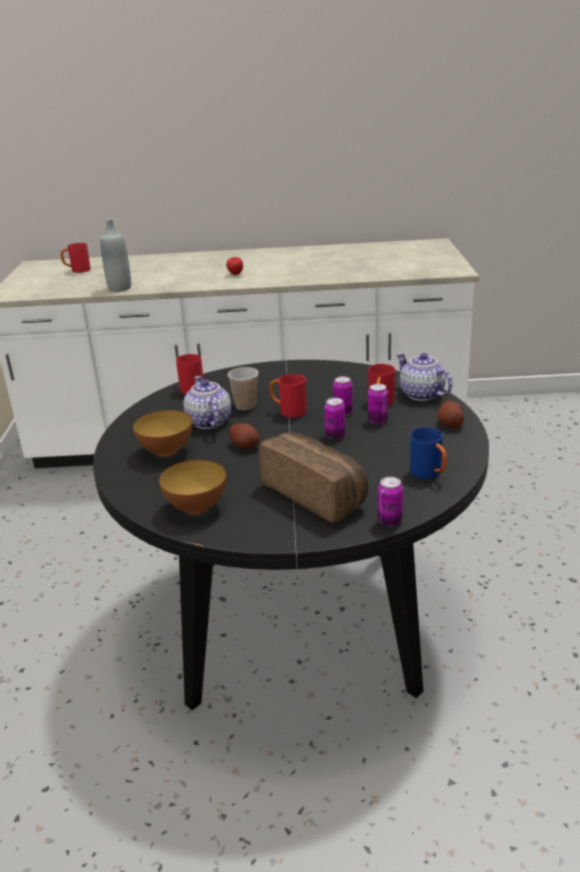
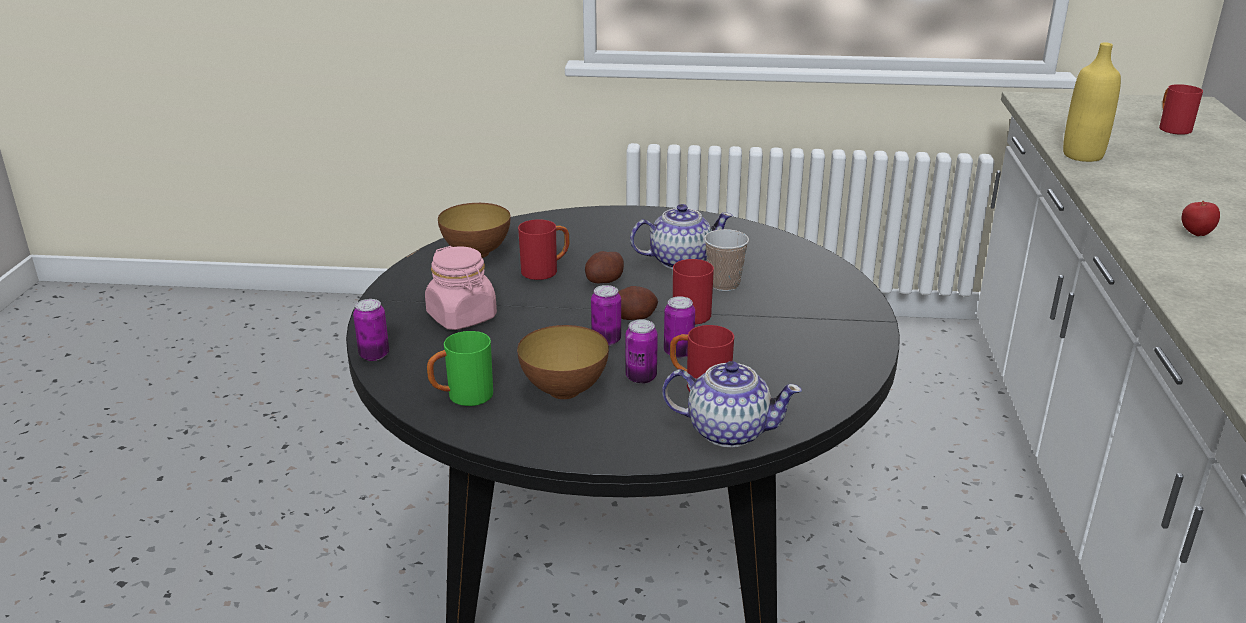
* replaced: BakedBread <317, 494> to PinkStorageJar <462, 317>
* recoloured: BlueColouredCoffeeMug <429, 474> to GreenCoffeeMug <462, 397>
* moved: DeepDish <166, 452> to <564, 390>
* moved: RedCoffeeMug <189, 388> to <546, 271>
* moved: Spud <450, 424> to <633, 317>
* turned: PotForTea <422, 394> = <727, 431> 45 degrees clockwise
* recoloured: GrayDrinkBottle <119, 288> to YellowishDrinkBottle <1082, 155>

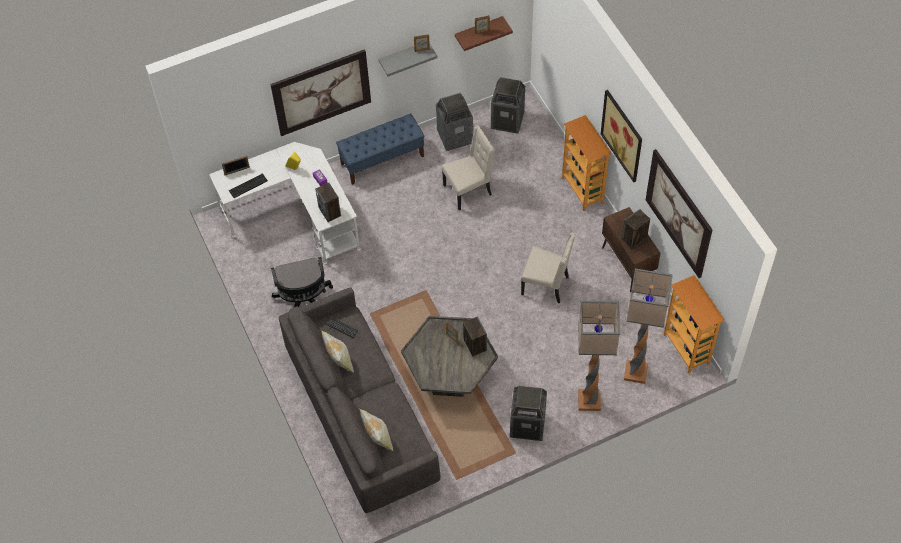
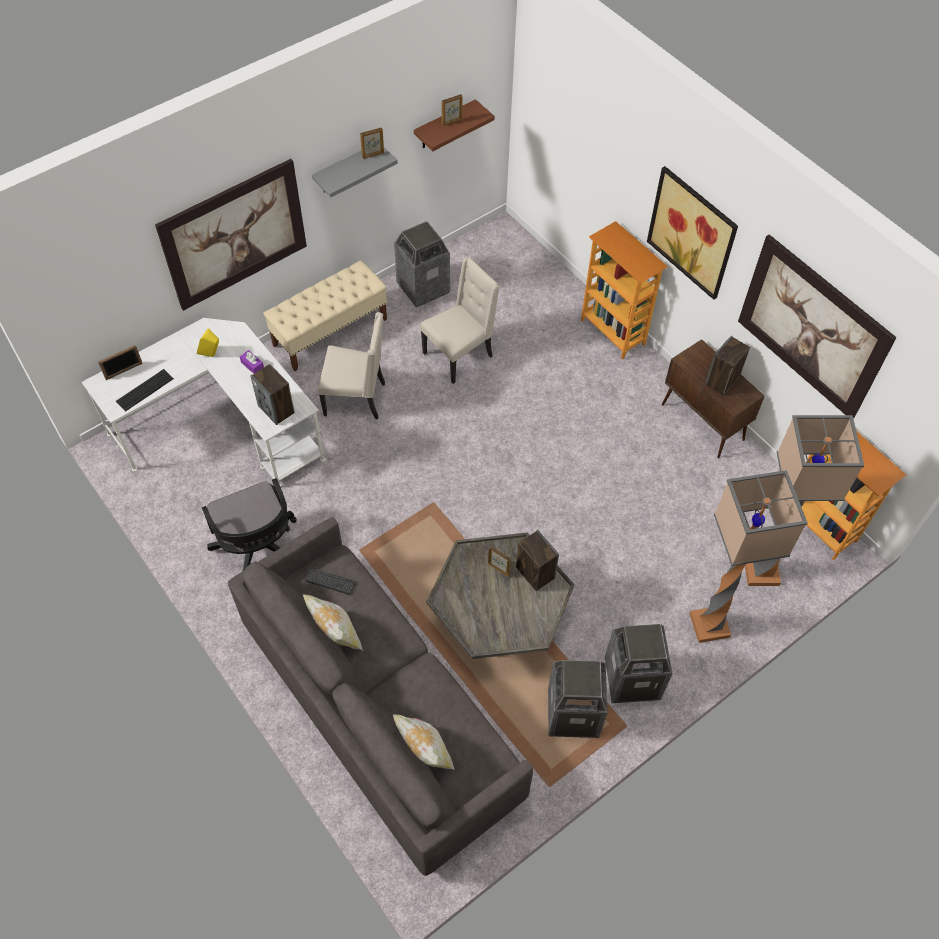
* recoloured: BlueColouredBench <382, 160> to SandColouredBench <330, 332>
* moved: SandColouredPlainChair <546, 285> to <356, 398>
* moved: RubbishBin <507, 120> to <573, 713>

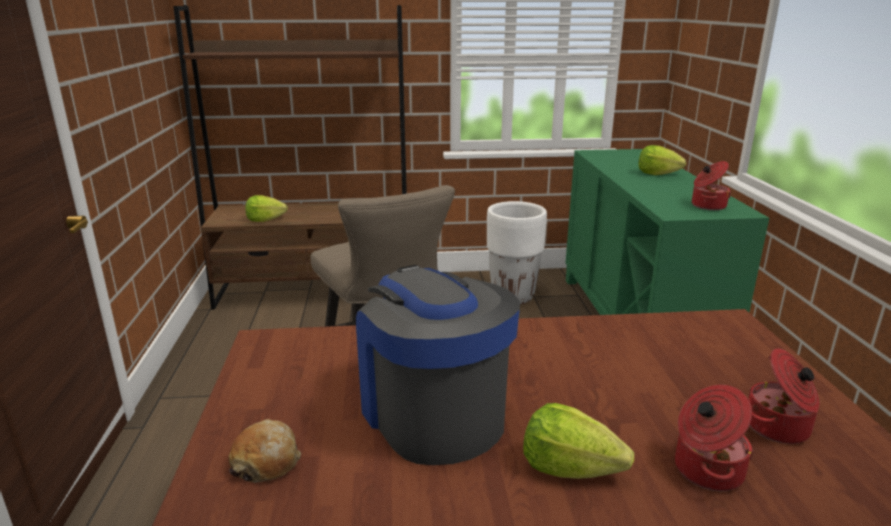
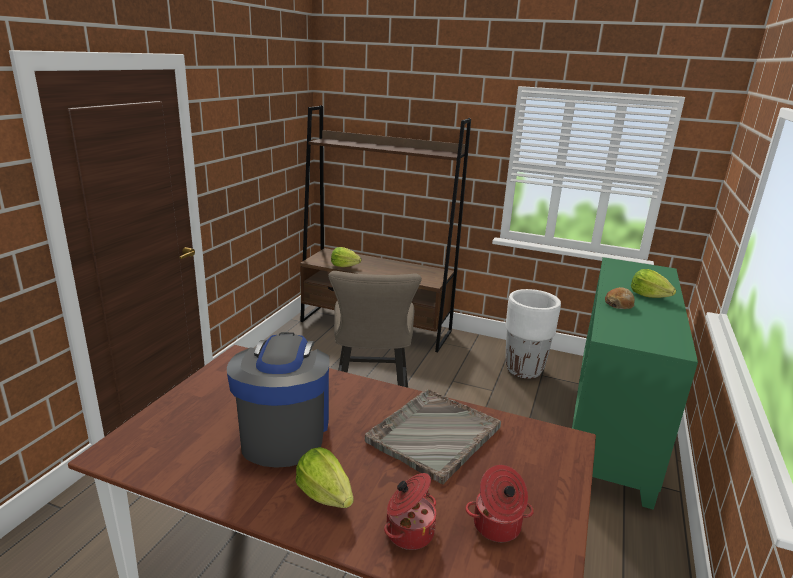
* added: GrayTray <433, 435>
* moved: BakedBread <266, 461> to <619, 304>
* removed: CookingPot <707, 205>

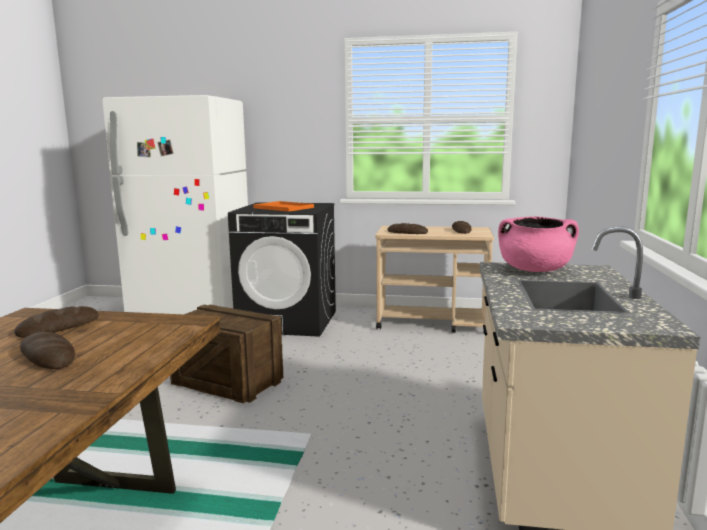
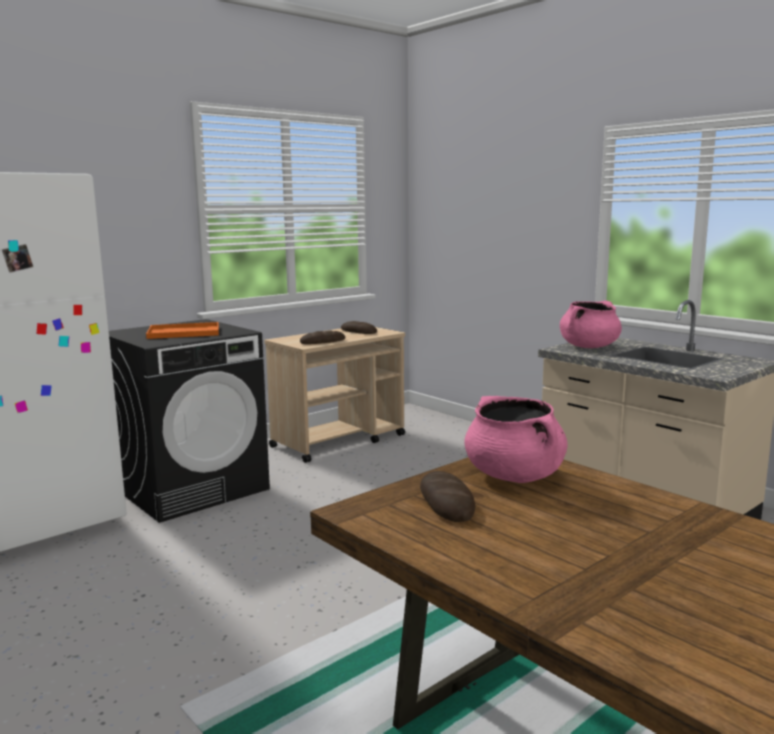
* added: PinkCookingPot <515, 476>
* removed: BakedBread <48, 356>
* removed: Crate <228, 382>

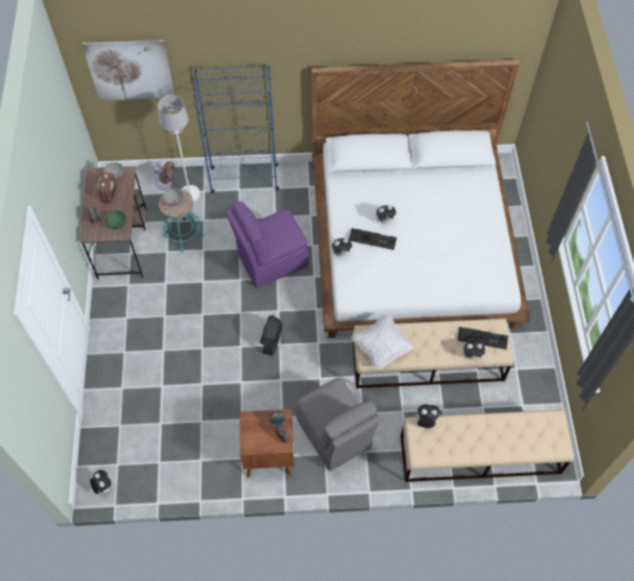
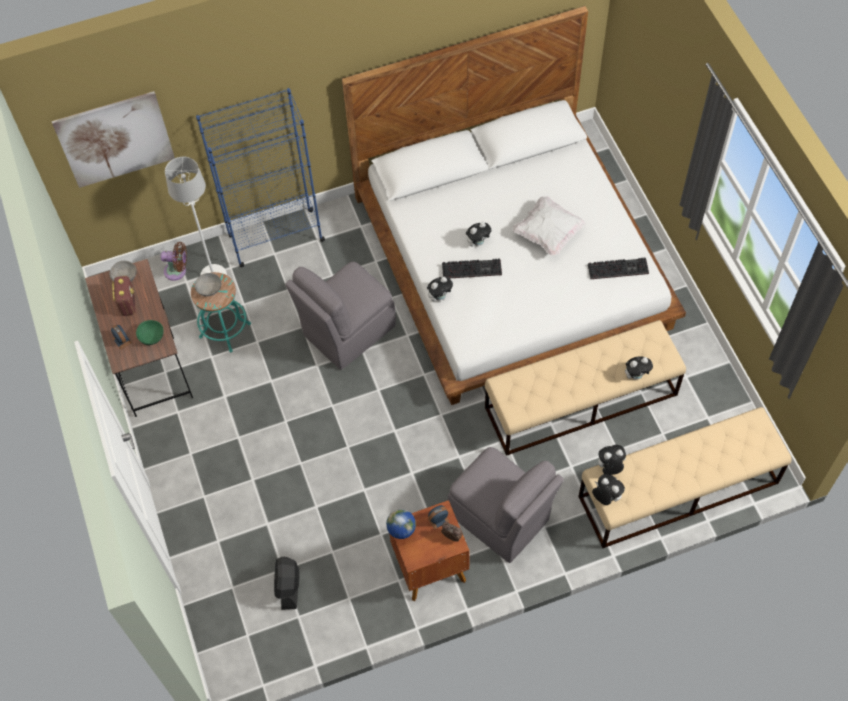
* moved: BlackishFan <272, 340> to <289, 587>
* recoloured: PurpleColouredPlainChair <271, 261> to GrayPlainChair <347, 331>
* added: DeskGlobe <402, 535>
* moved: WhitePillow <382, 347> to <548, 233>
* moved: Keyboard <483, 338> to <619, 268>
* moved: SoftToy <103, 486> to <605, 497>

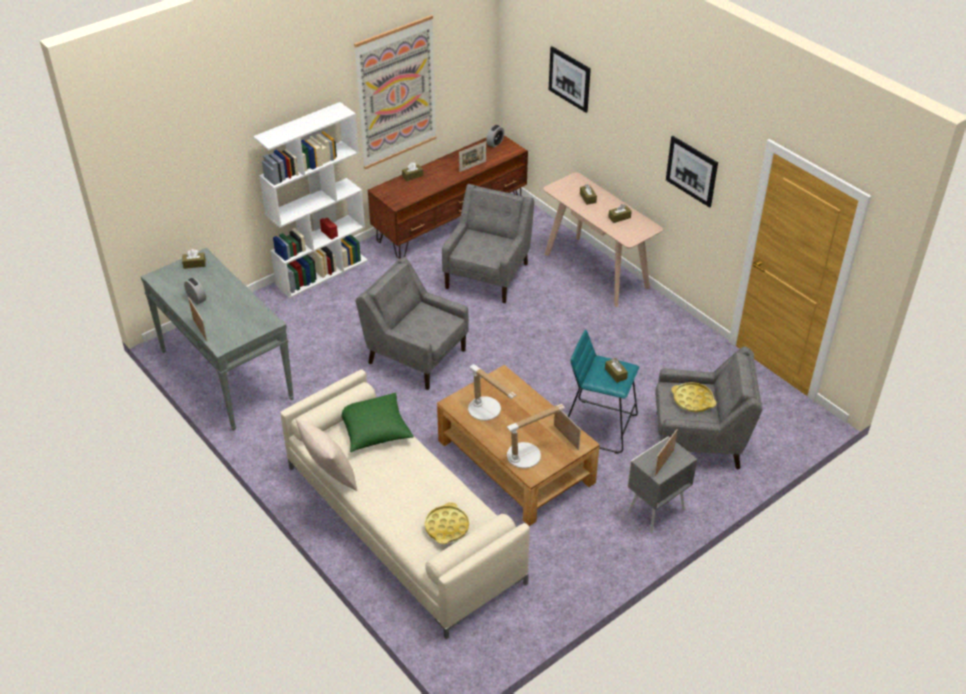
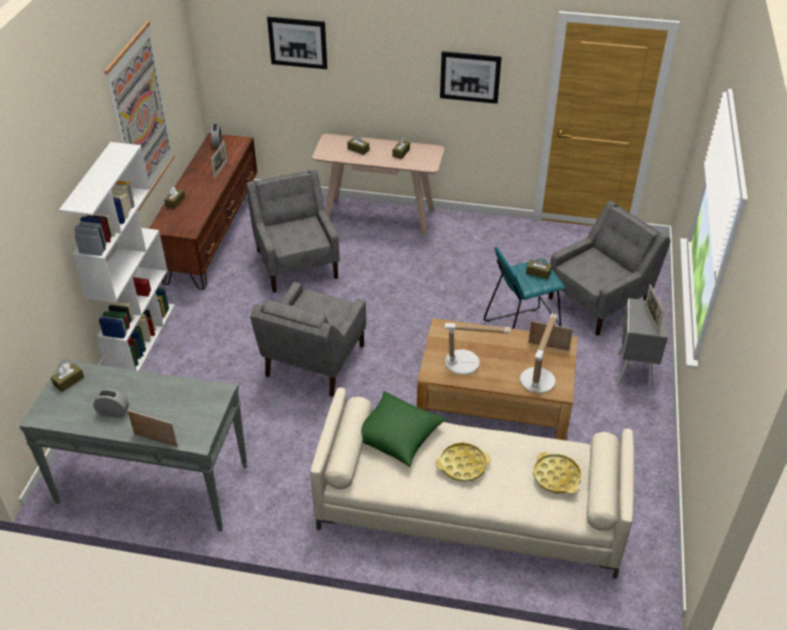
* turned: GrayArmchair <416, 355> = <314, 361> 60 degrees counterclockwise
* moved: YellowishTray <693, 400> to <462, 465>
* removed: SandColouredPillow <329, 475>

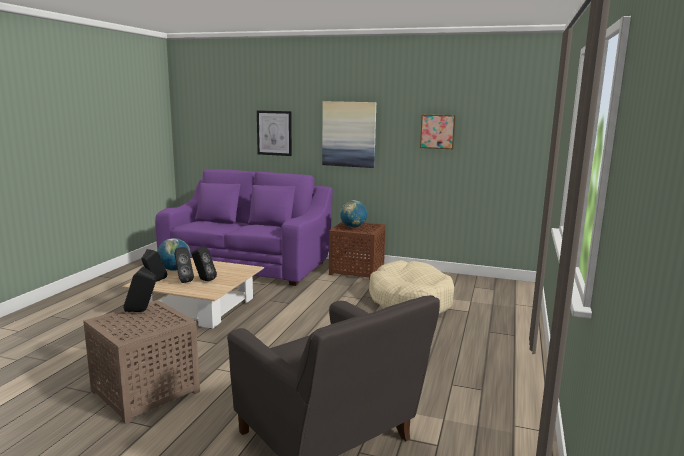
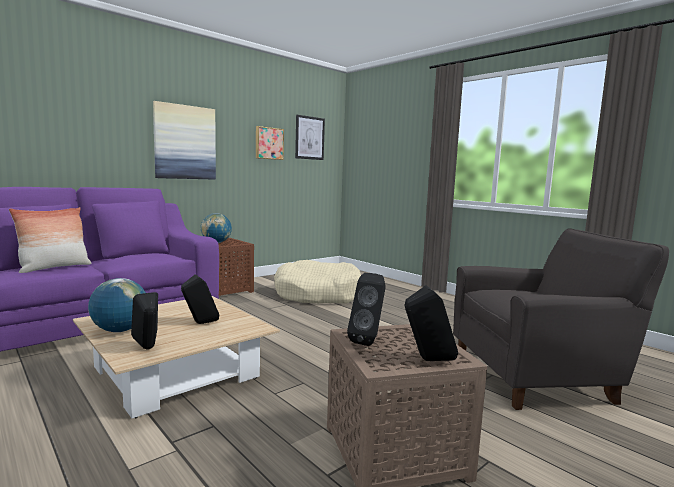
* added: Pillow <54, 268>
* moved: WallPicture <274, 133> to <309, 138>
* moved: BlackishAudioSpeaker <183, 281> to <427, 360>

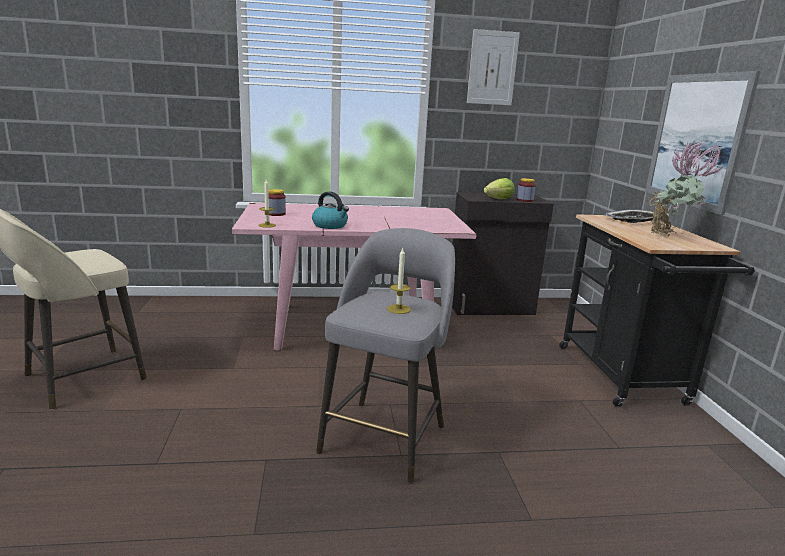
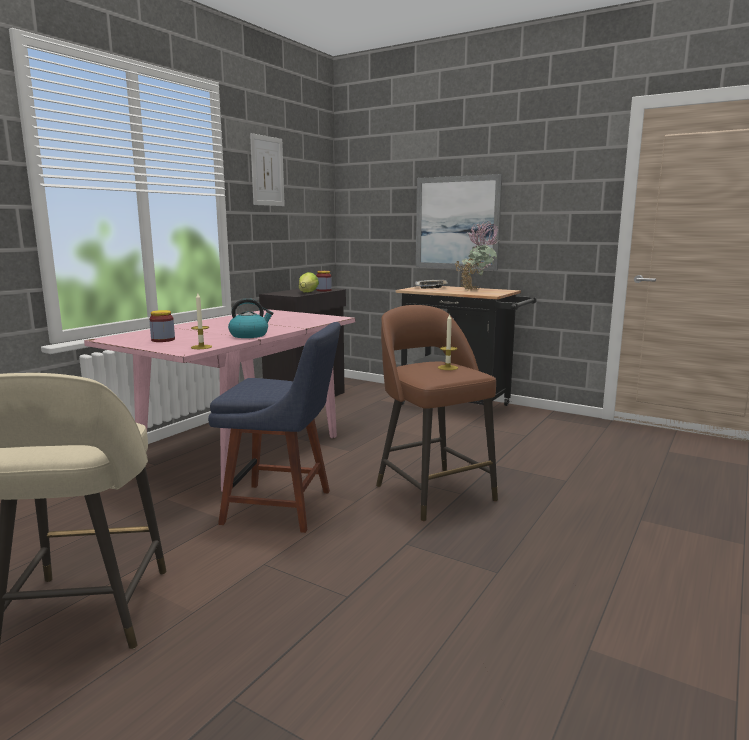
* added: BlueColouredPlainChair <283, 507>
* recoloured: GrayStoolSeat <385, 436> to BrownStoolSeat <433, 491>

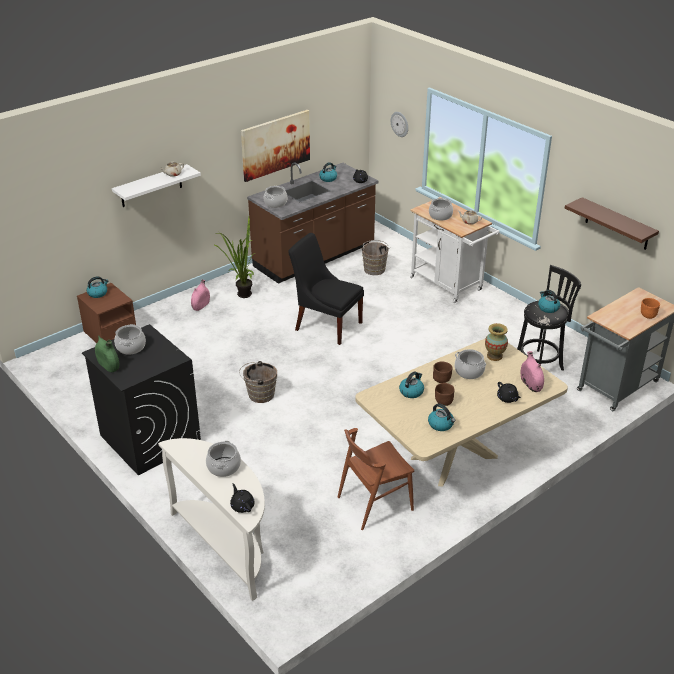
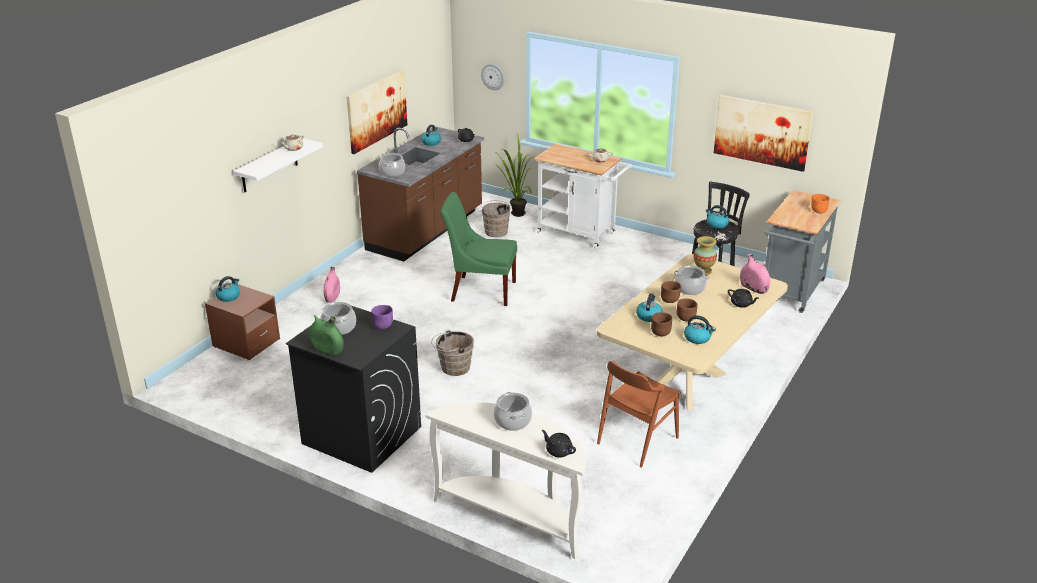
* added: PurpleColouredDeepDish <383, 326>
* recoloured: BlackishPlainChair <326, 325> to GreenPlainChair <480, 290>
* moved: Houseplant <241, 294> to <514, 214>
* added: BrownDeepDish <660, 333>
* replaced: BrownWallShelf <617, 224> to WallPicture <762, 132>
* removed: CookingPot <440, 216>

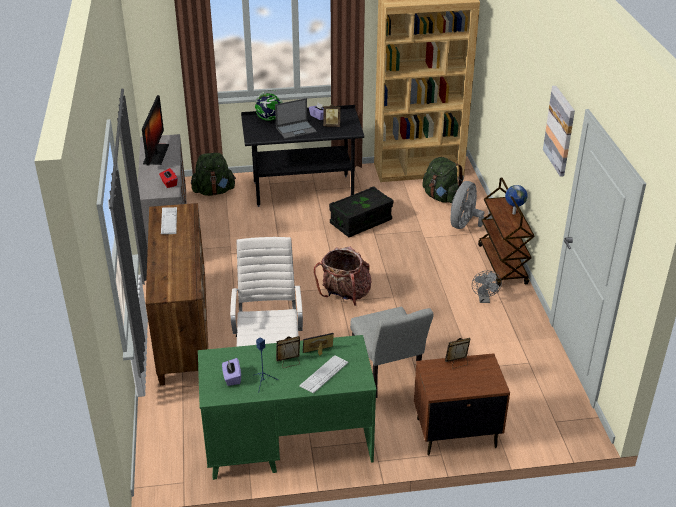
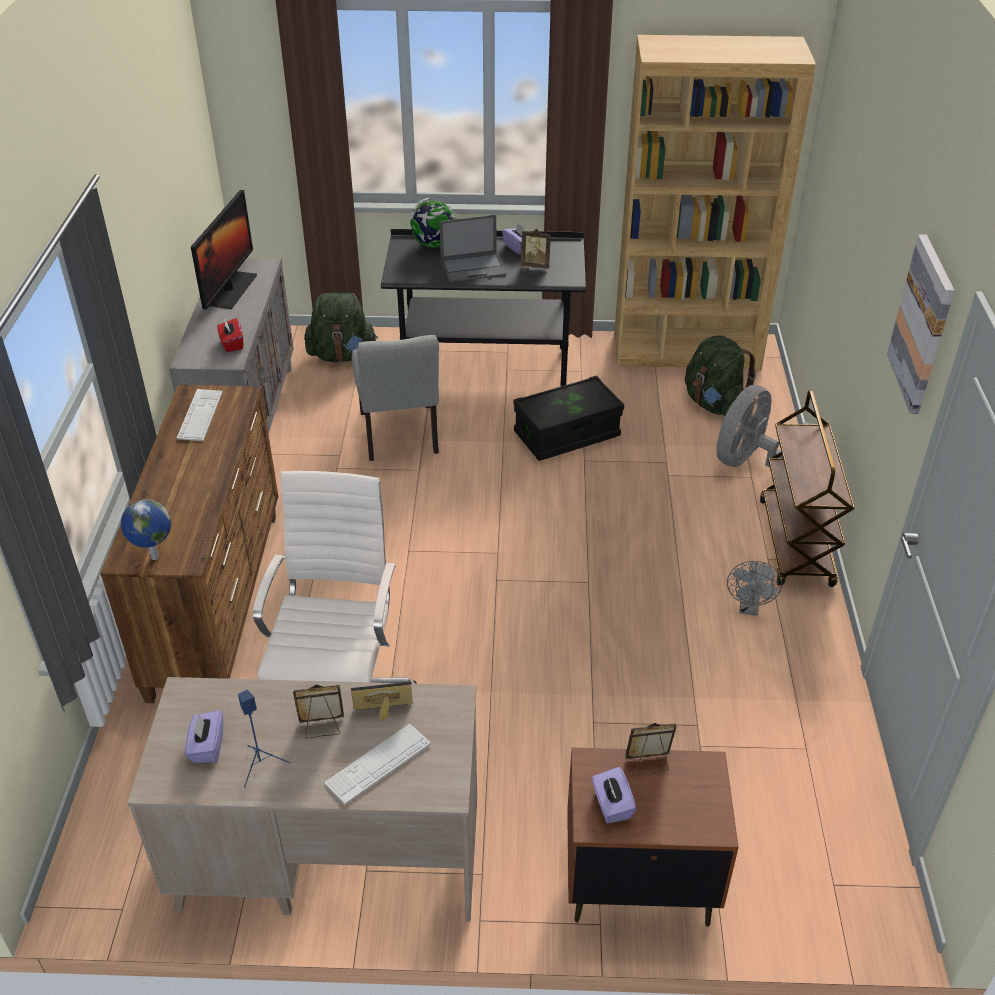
* moved: DeskGlobe <513, 213> to <153, 557>
* recoloured: GreenDesk <287, 443> to SandColouredDesk <327, 855>
* moved: GrayPlainChair <388, 377> to <400, 438>
* added: PurpleColouredTissueHolder <611, 805>
* removed: Rucksack <345, 295>

